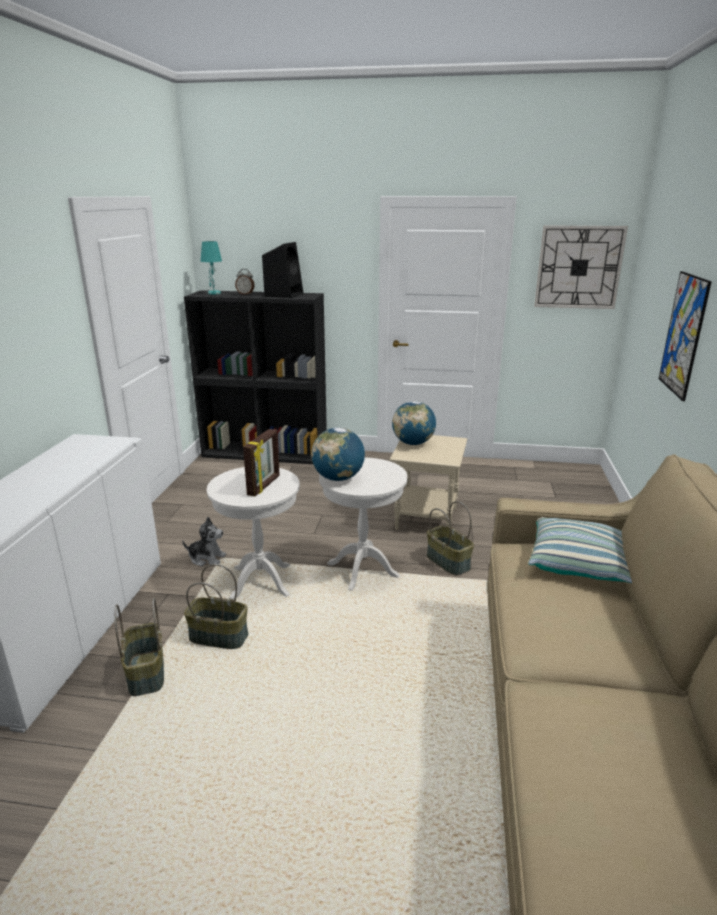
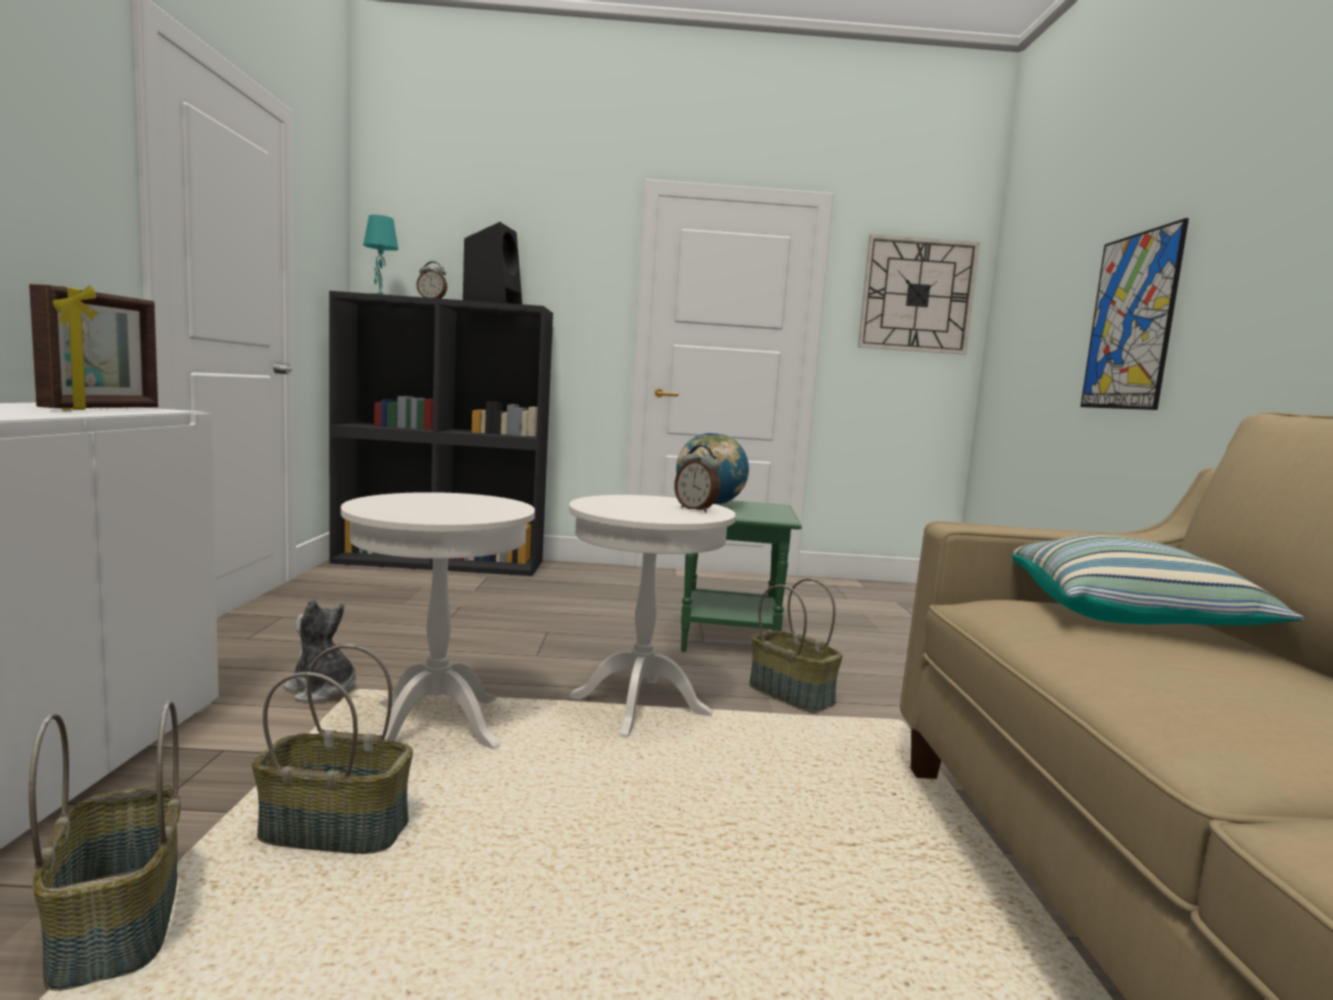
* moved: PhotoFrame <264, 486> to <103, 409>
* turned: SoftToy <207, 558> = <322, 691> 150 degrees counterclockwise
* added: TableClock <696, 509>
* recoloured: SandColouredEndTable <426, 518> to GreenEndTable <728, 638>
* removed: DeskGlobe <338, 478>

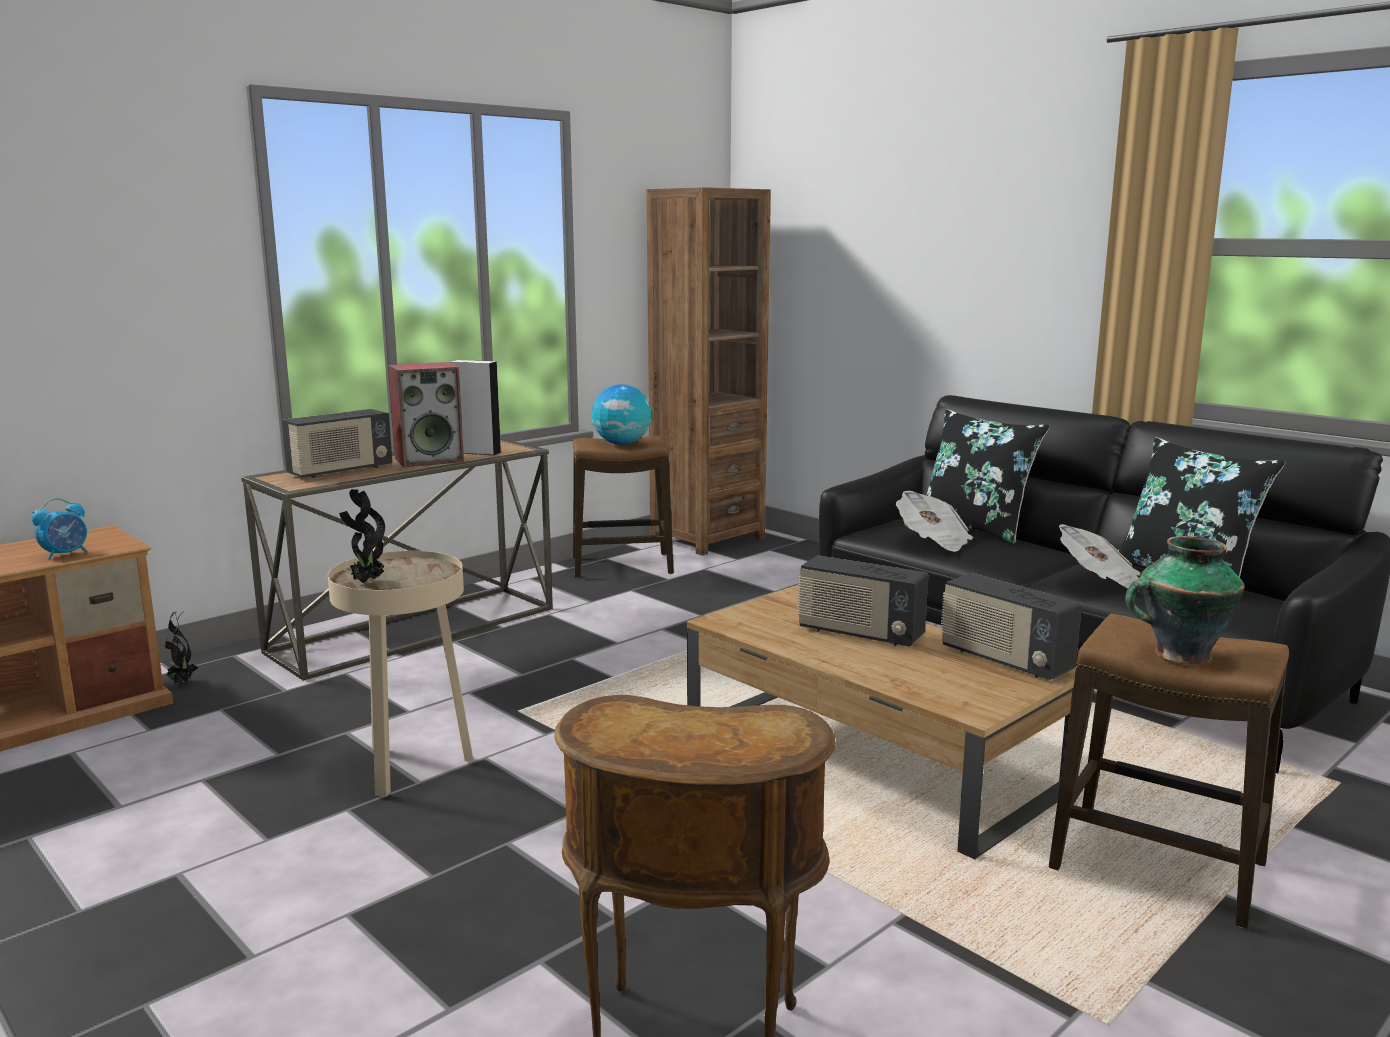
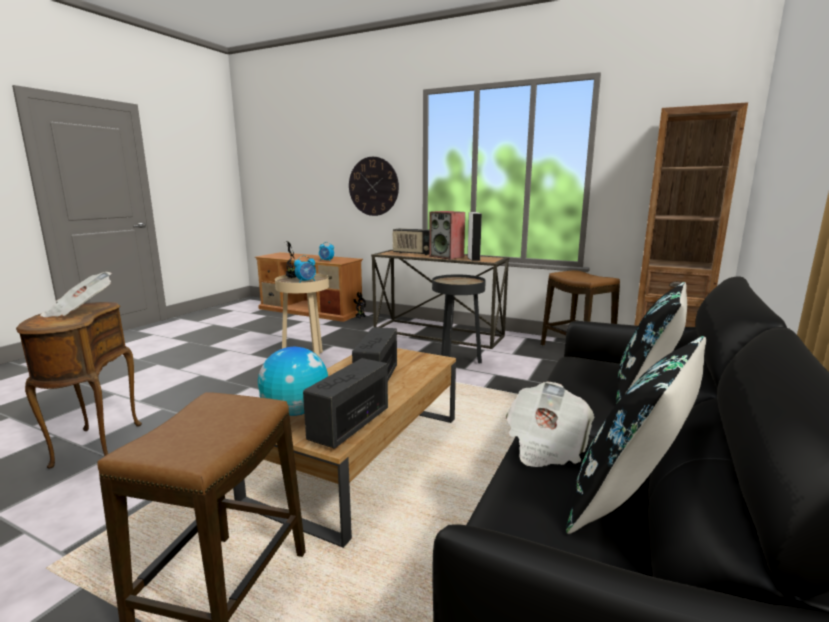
* moved: PrintedPaper <933, 541> to <80, 311>
* moved: DeskGlobe <622, 444> to <296, 412>
* added: TableClock <306, 281>
* added: HangingClock <373, 186>
* added: BlackishEndTable <456, 363>
* removed: Vase <1179, 655>

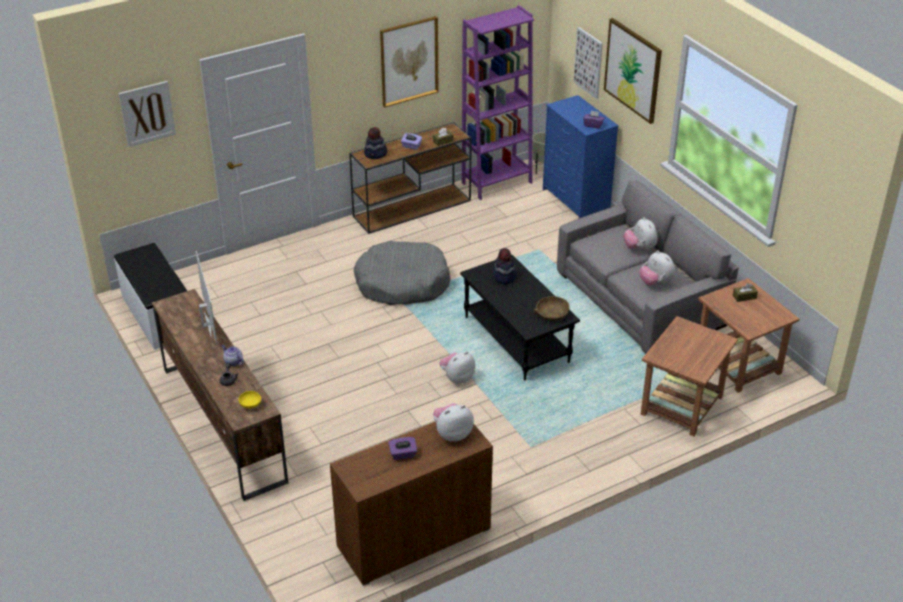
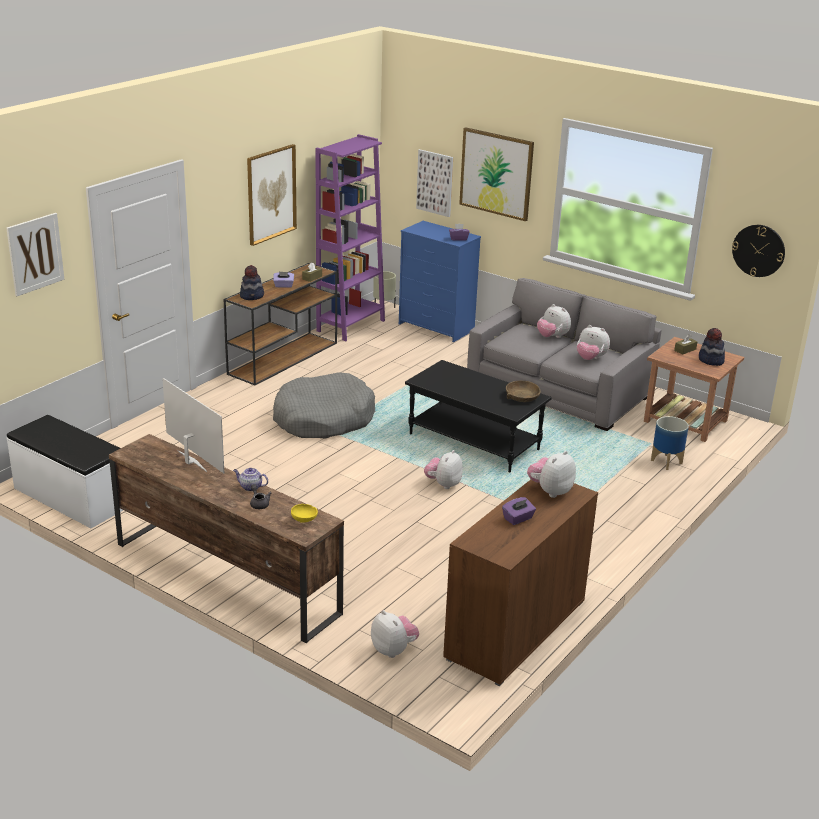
* added: SoftToy <393, 650>
* replaced: BrownEndTable <681, 406> to PlantPot <667, 462>
* moved: Hat <504, 277> to <710, 360>
* added: HangingClock <758, 250>

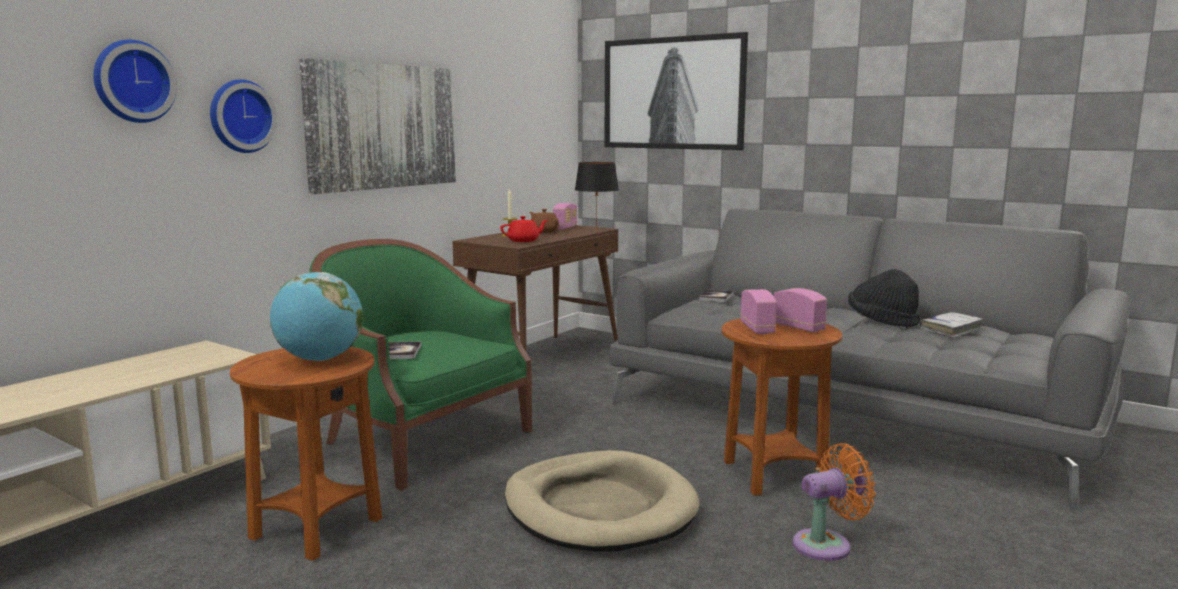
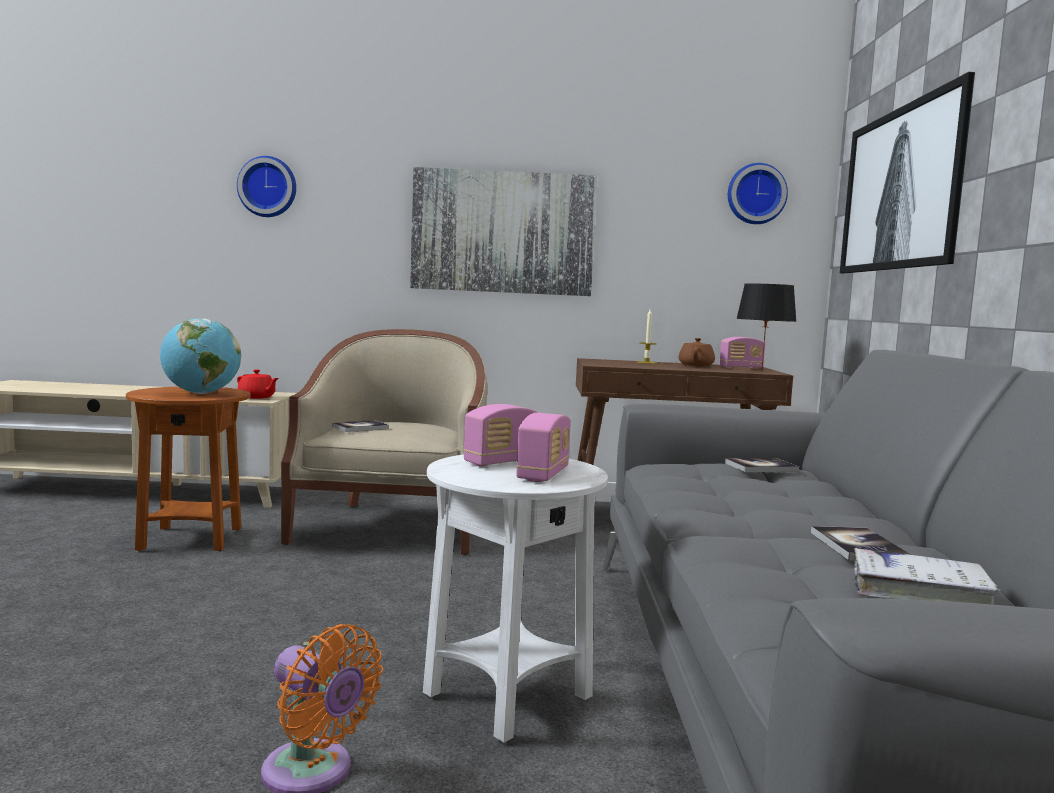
* moved: RedPotForTea <524, 241> to <257, 397>
* recoloured: GreenArmchair <421, 441> to SandColouredArmchair <392, 527>
* recoloured: BrownEndTable <773, 476> to WhiteEndTable <507, 696>
* moved: HangingClock <240, 116> to <755, 194>
* replaced: BlackishHat <881, 321> to Volume <857, 546>
* removed: SandColouredDogCushion <599, 508>

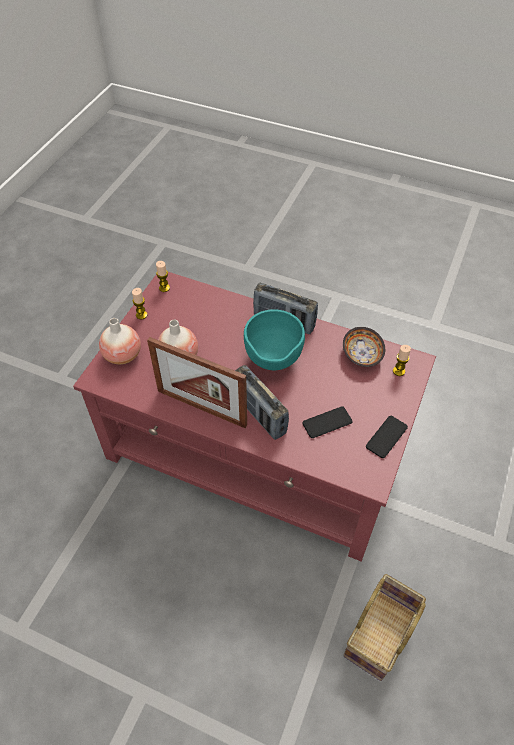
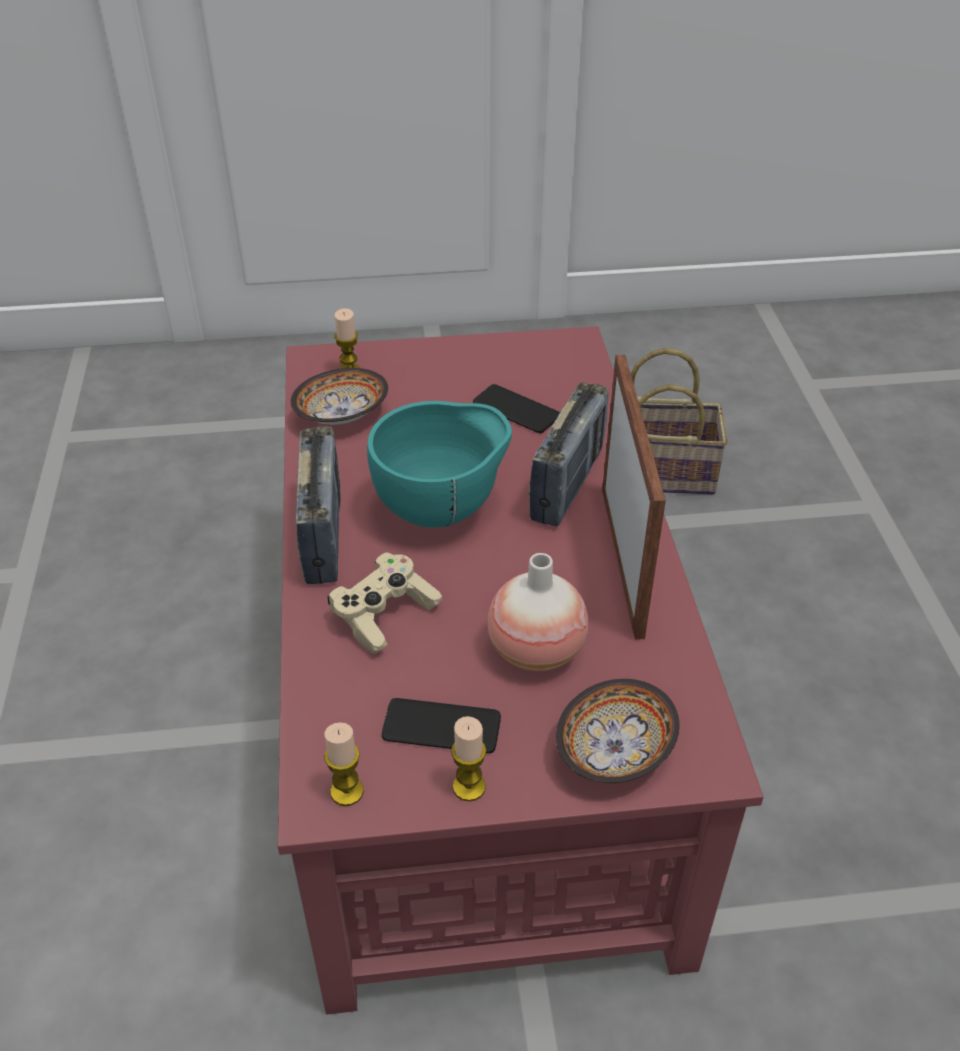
* added: SandColouredJoypad <384, 614>
* moved: Telephone <386, 437> to <441, 727>
* replaced: Vase <122, 355> to DeepDish <611, 751>

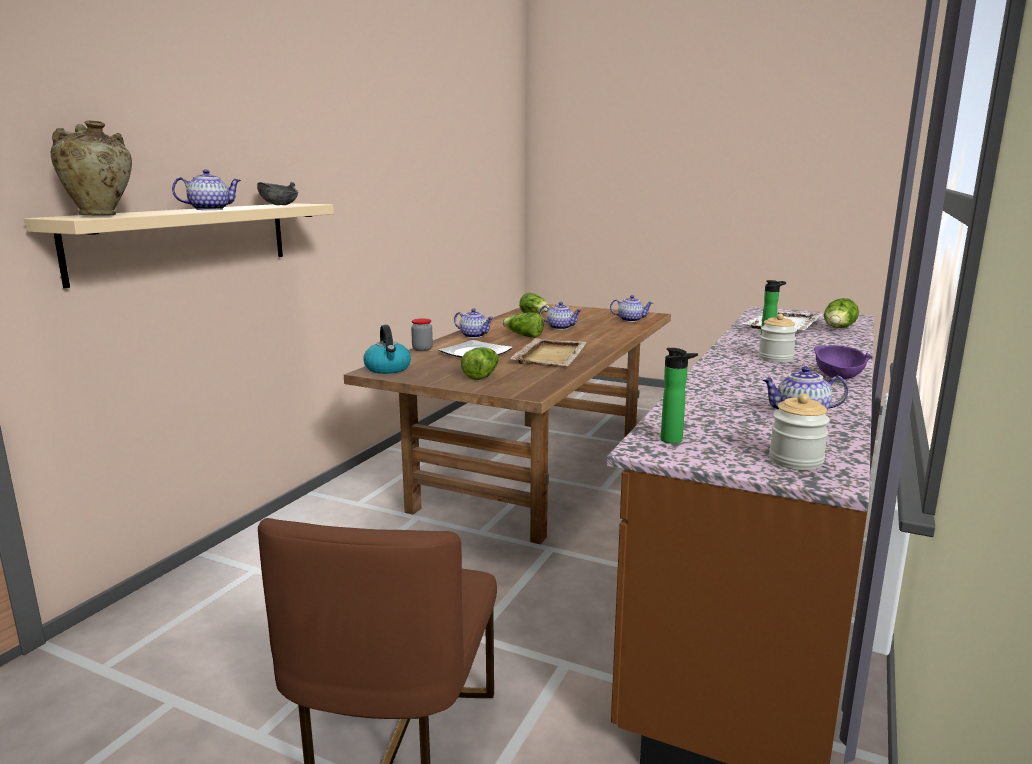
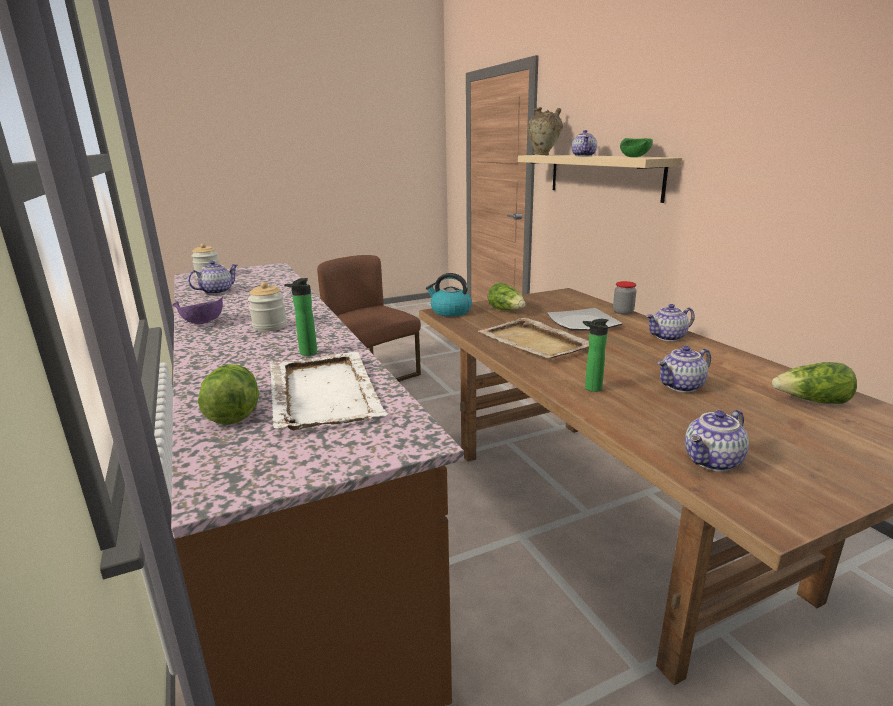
* moved: WaterKettle <388, 369> to <450, 311>
* moved: DrinkBottle <674, 440> to <590, 388>
* recoloured: GrayDeepDish <279, 205> to GreenDeepDish <634, 157>
* removed: HeadOfLettuce <524, 336>

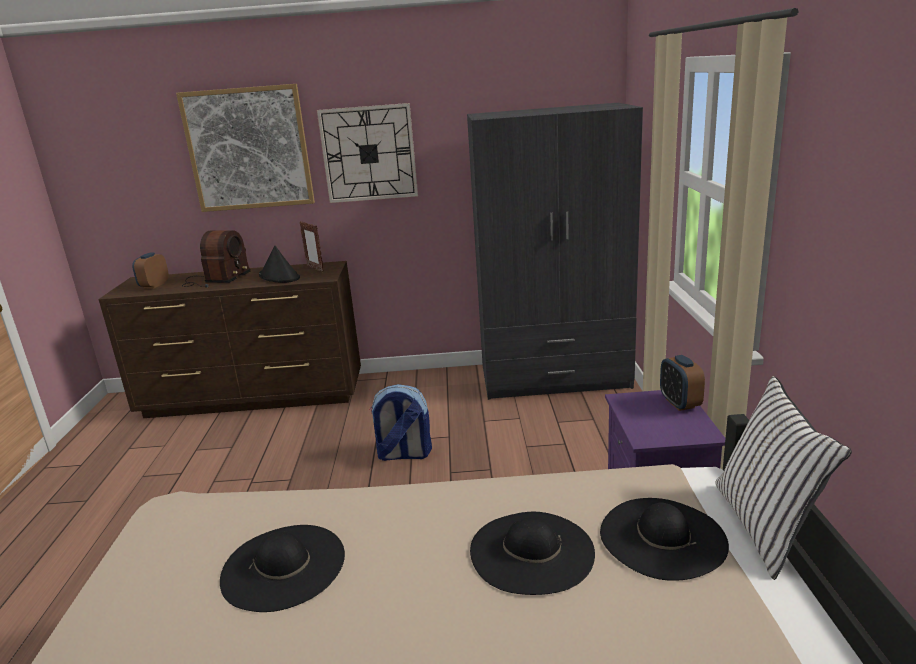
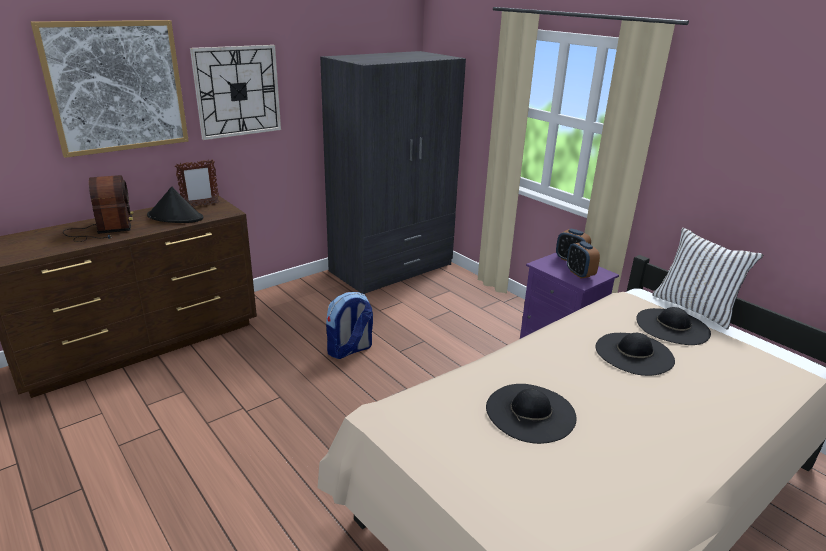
* turned: PhotoFrame <315, 269> = <200, 205> 45 degrees counterclockwise
* moved: TableClock <154, 285> to <580, 274>

